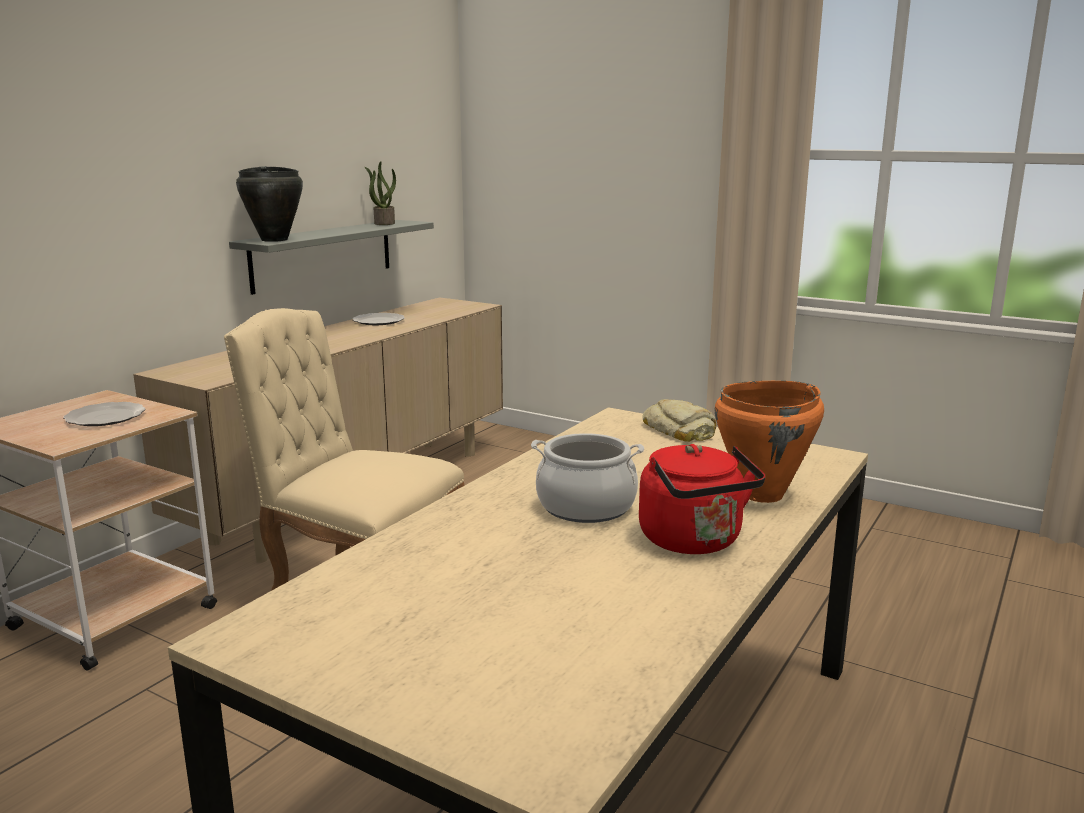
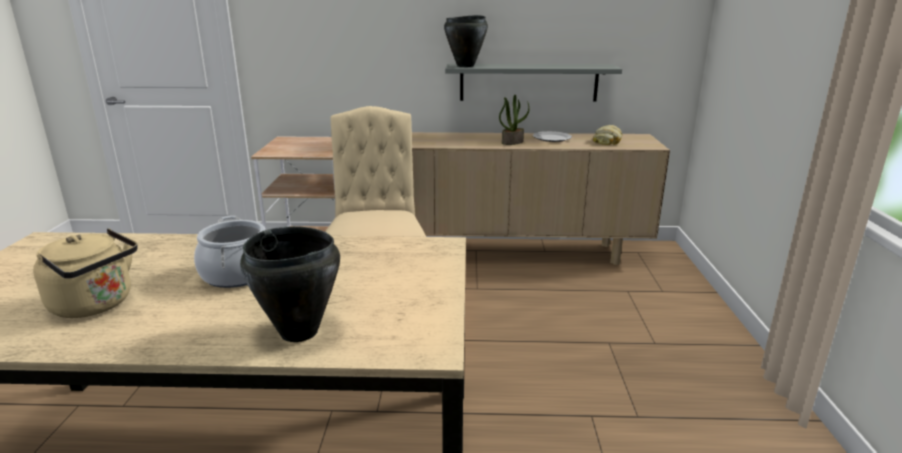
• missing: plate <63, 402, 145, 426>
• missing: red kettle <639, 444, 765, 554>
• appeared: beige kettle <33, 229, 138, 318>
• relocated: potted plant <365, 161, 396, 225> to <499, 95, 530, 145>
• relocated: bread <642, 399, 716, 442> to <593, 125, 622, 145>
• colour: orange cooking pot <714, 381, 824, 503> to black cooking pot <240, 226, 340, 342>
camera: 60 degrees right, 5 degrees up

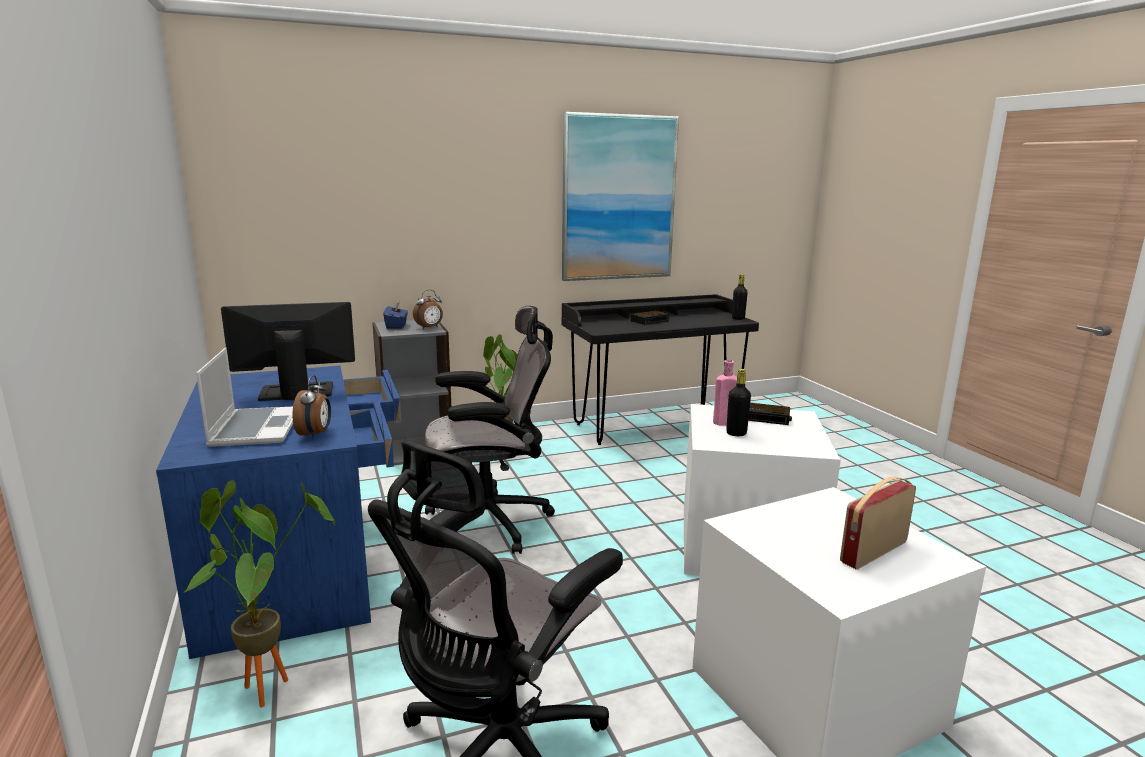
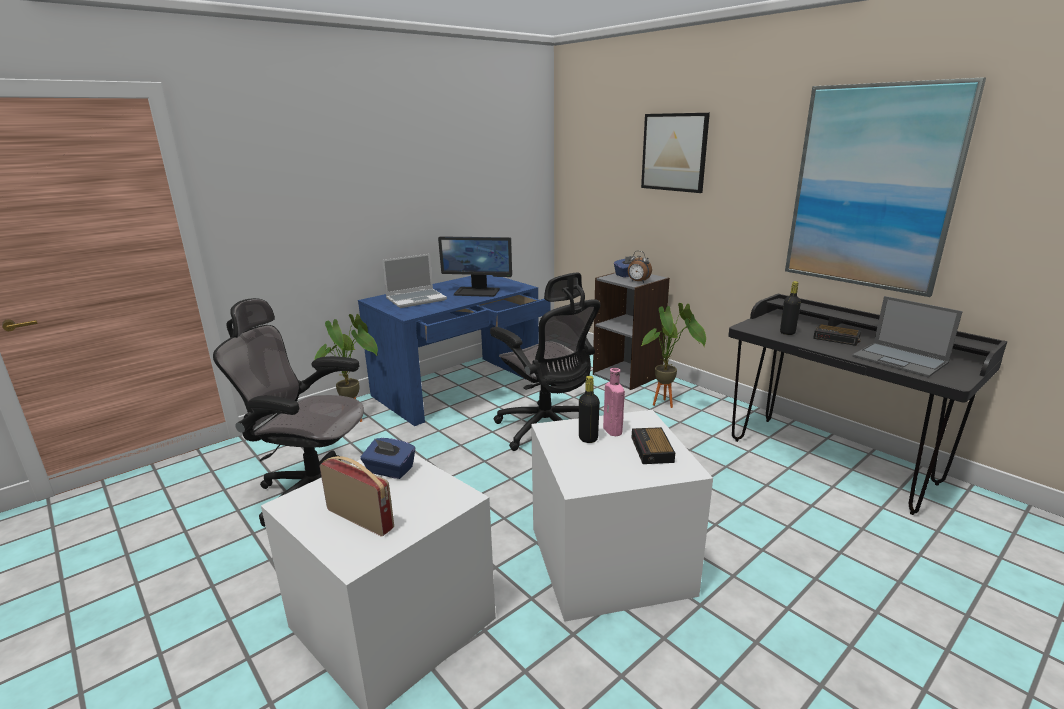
• missing: alarm clock <292, 375, 331, 439>
• appeared: blue tissue box <361, 438, 415, 479>
• appeared: picture <641, 113, 710, 193>
• appeared: laptop <852, 296, 963, 378>
• relocated: black bottle <732, 274, 748, 320> to <780, 281, 801, 335>
• spun: monitor <221, 302, 355, 401> = <438, 236, 512, 297> 135 degrees clockwise
camera: 70 degrees right, 5 degrees up

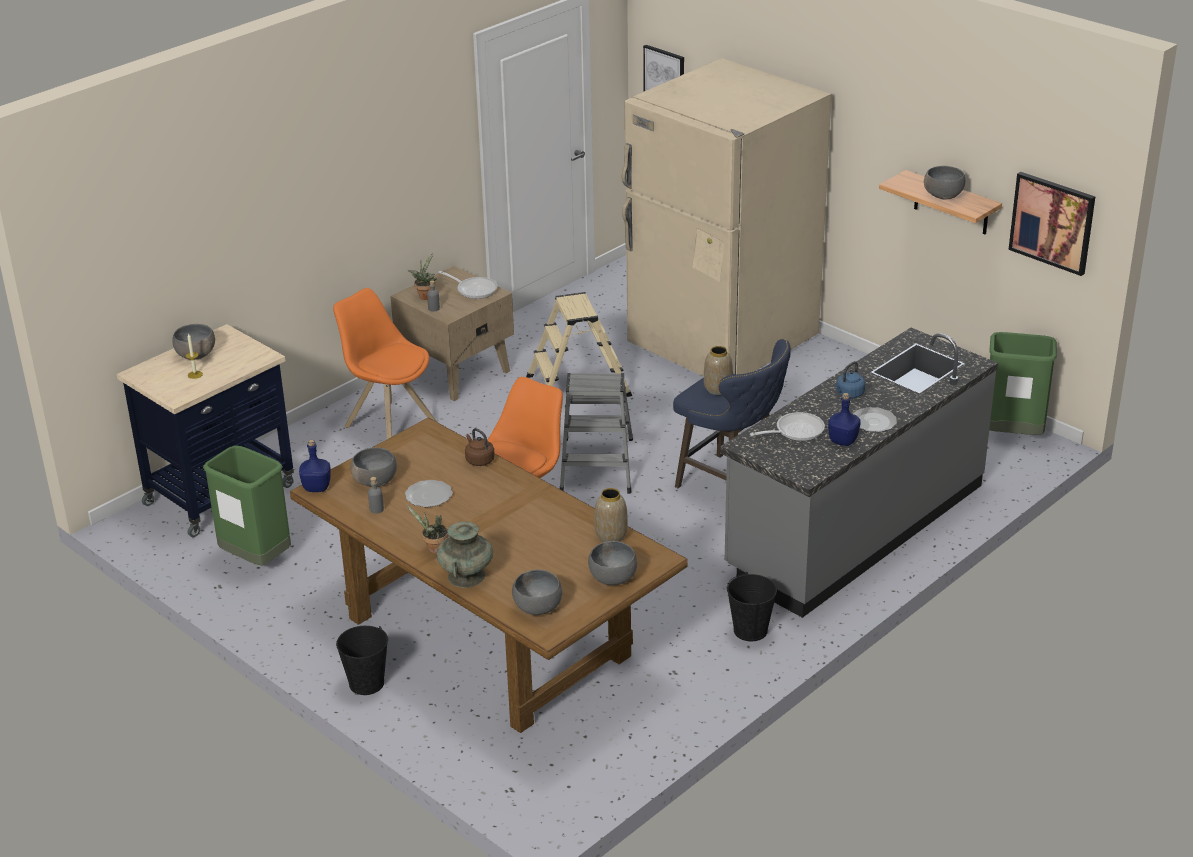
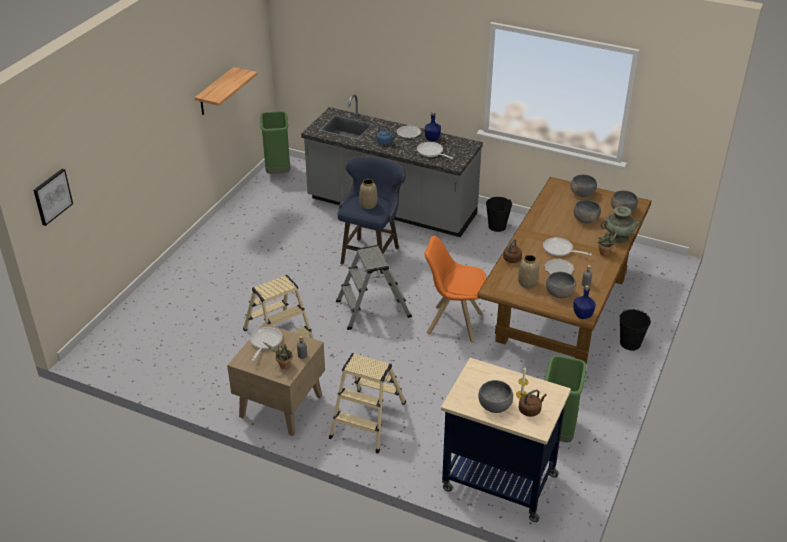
• missing: beige fridge <621, 58, 832, 376>
• missing: picture <1008, 172, 1095, 276>
• appeared: brown kettle <519, 390, 547, 417>
• appeared: frying pan <543, 237, 592, 256>
• relocated: vase <594, 488, 628, 542> to <518, 255, 539, 288>
• relocated: grey bowl <924, 166, 965, 199> to <574, 200, 601, 223>
• exchanged: orange chair <333, 288, 437, 439> to beige step ladder <329, 353, 406, 453>
camera: 110 degrees left, 5 degrees up

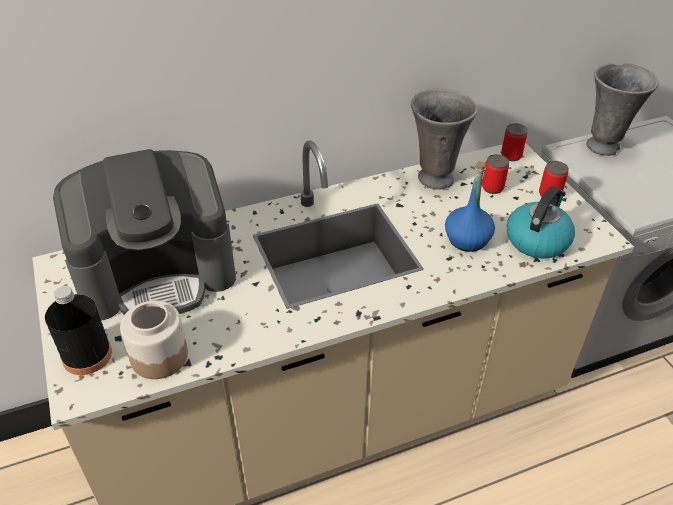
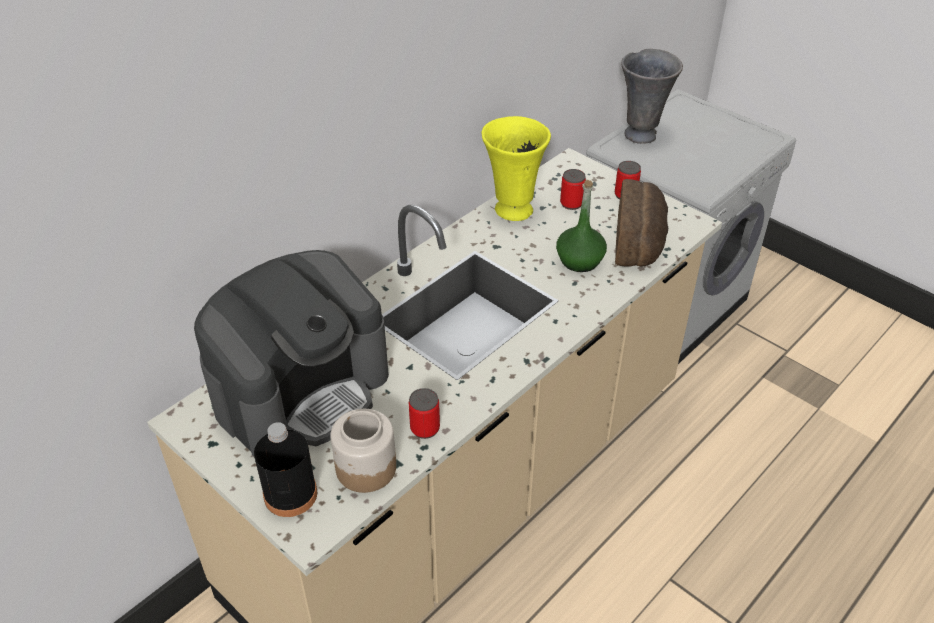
• relocated: can <501, 123, 528, 161> to <409, 388, 440, 439>
• exchanged: kettle <507, 186, 575, 259> to bread <615, 179, 668, 267>
• colour: grey vase <411, 89, 478, 190> to yellow vase <481, 116, 551, 221>
• colour: blue bottle <445, 161, 495, 252> to green bottle <556, 180, 607, 272>
camera: 25 degrees left, 0 degrees up

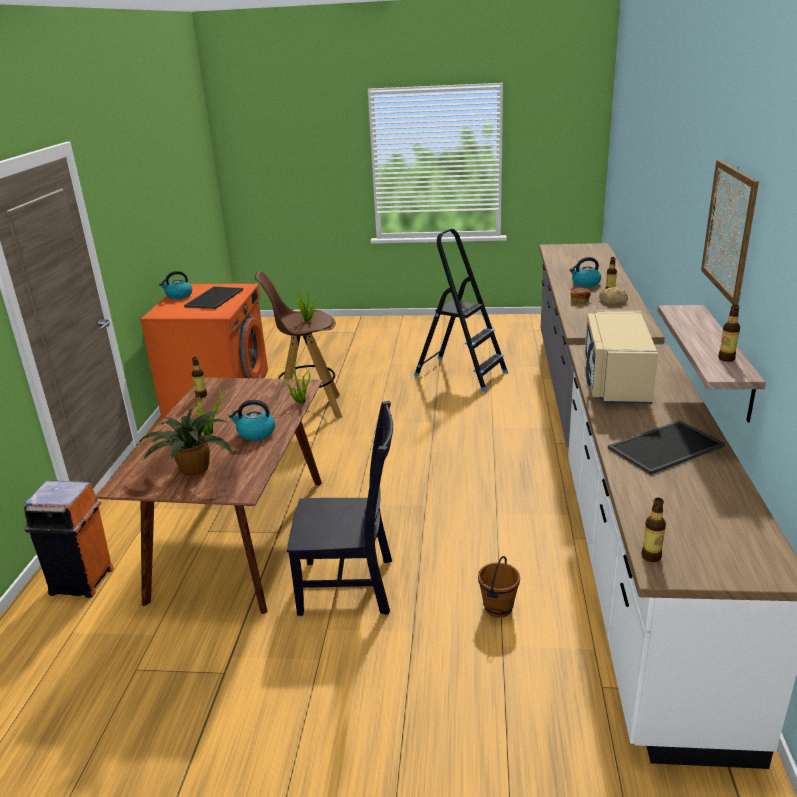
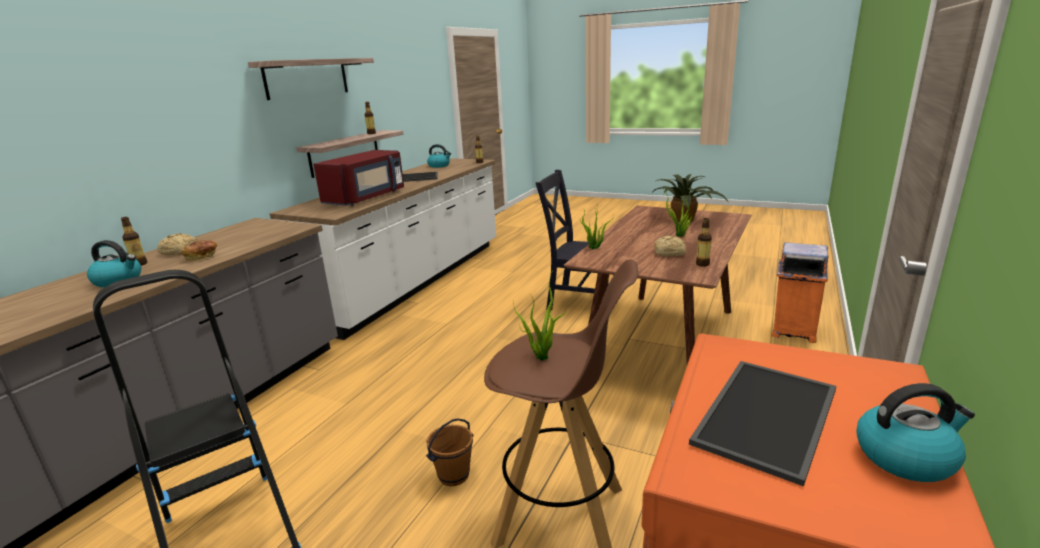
• appeared: bread <654, 235, 686, 257>
• relocated: kettle <229, 400, 275, 441> to <427, 144, 451, 168>
• relocated: brown bucket <478, 556, 520, 618> to <426, 418, 474, 486>
• exchanged: picture <701, 160, 759, 305> to shelf <248, 58, 374, 100>
• colour: beige microwave <585, 311, 658, 404> to red microwave <313, 150, 404, 206>
camera: 160 degrees left, 5 degrees down

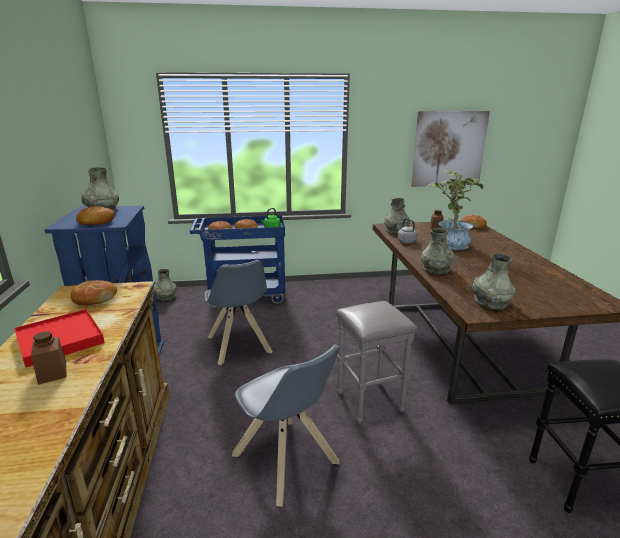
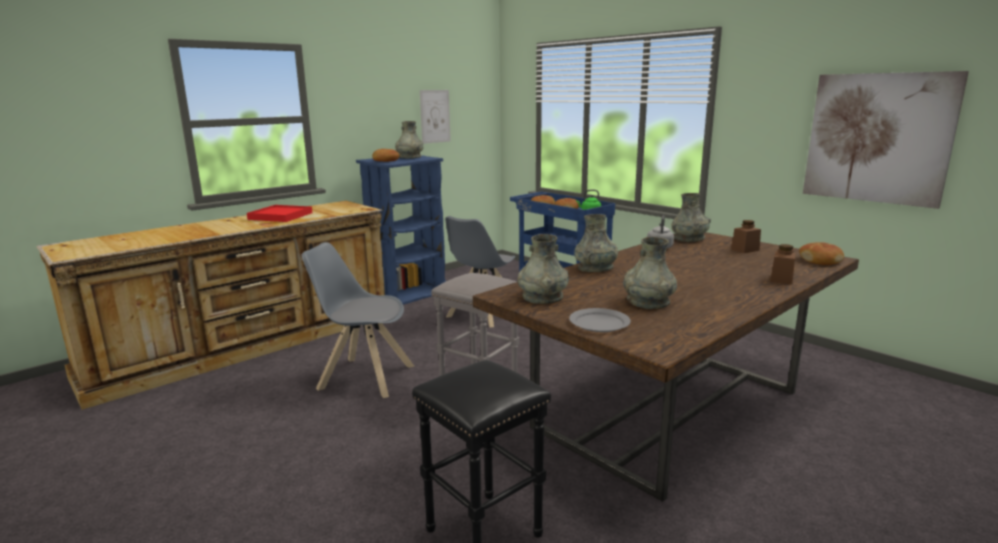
• missing: bread <70, 280, 117, 306>
• missing: potted plant <428, 170, 486, 250>
• appeared: picture <420, 90, 451, 144>
• appeared: grey plate <569, 308, 631, 332>
• relocated: brown jar <31, 331, 66, 385> to <770, 244, 795, 285>
• relocated: grey vase <154, 269, 177, 301> to <623, 237, 677, 309>
• spun: grey chair <232, 344, 340, 507> = <302, 242, 414, 398> 90 degrees clockwise
camera: 55 degrees right, 5 degrees down

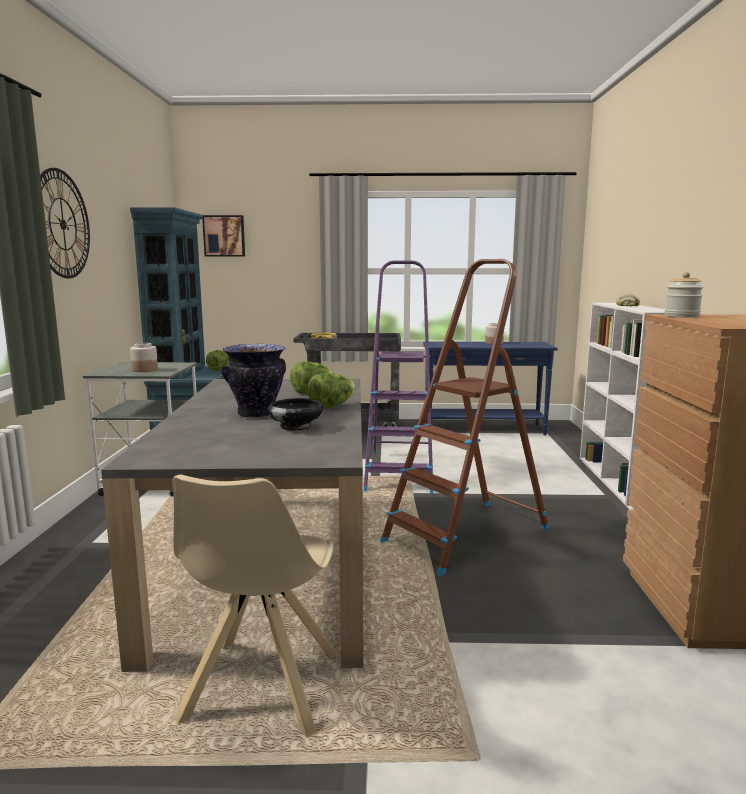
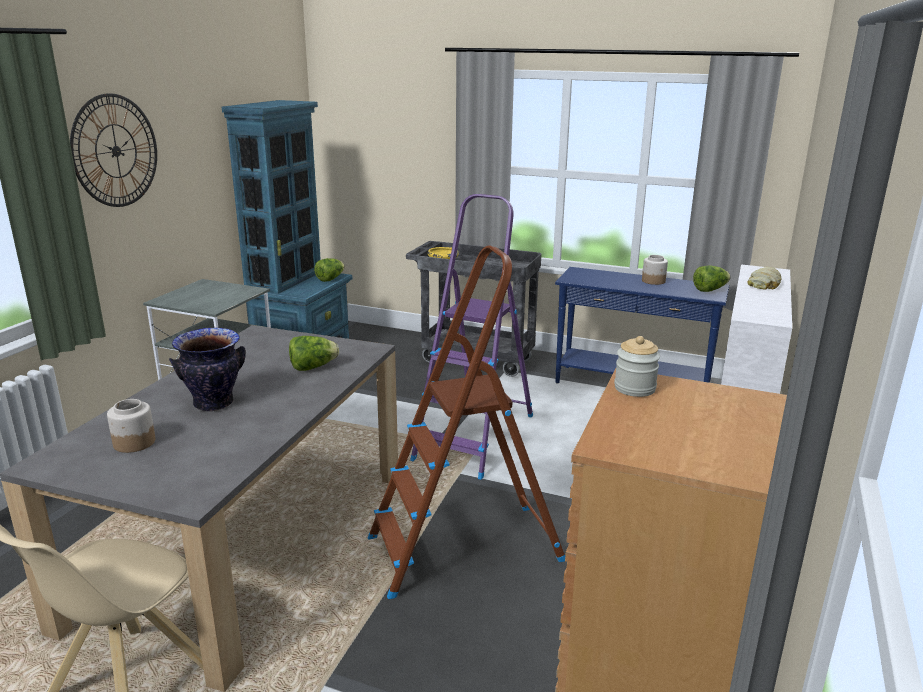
• missing: picture <202, 215, 245, 257>
• missing: black bowl <268, 398, 323, 431>
• relocated: jar <130, 343, 158, 372> to <107, 399, 155, 453>
• relocated: lettuce <307, 373, 356, 409> to <693, 266, 731, 292>
camera: 20 degrees right, 10 degrees up

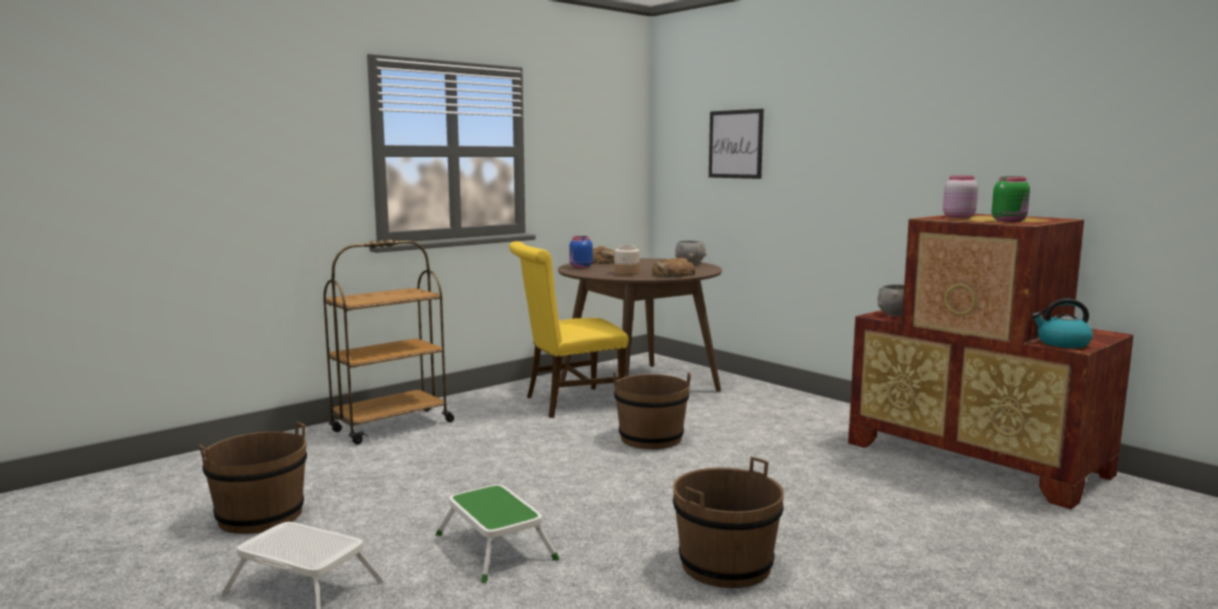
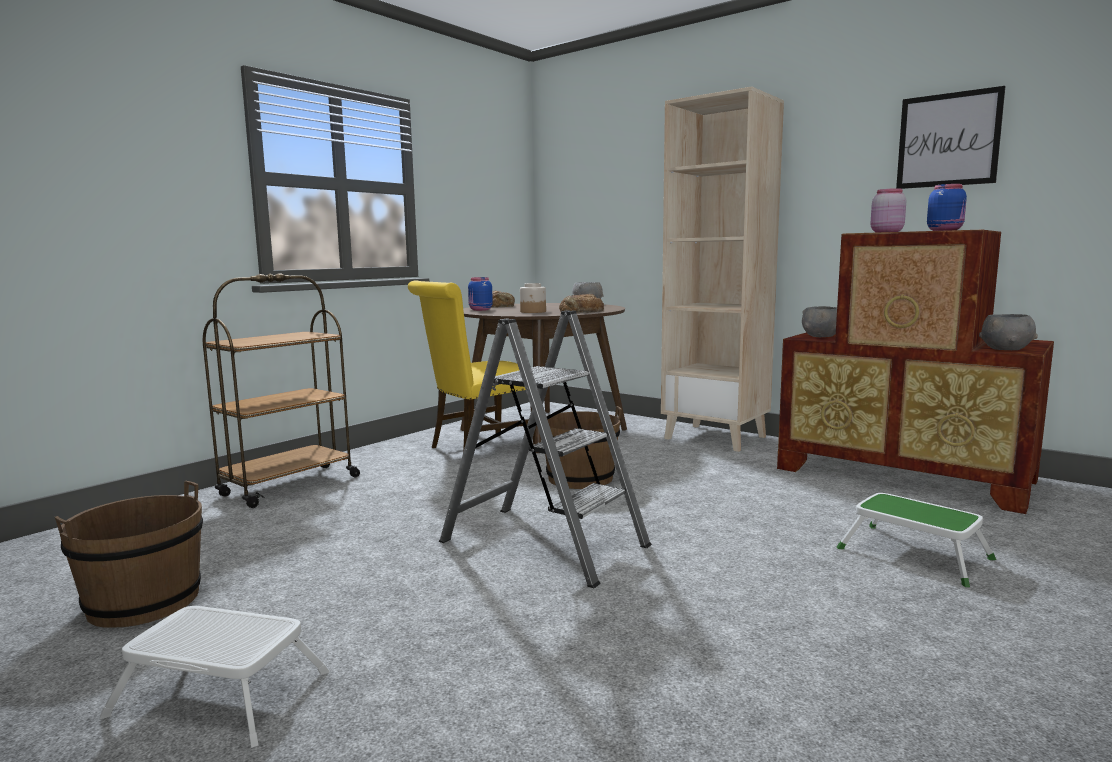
• missing: brown bucket <673, 457, 784, 588>
• appeared: grey step ladder <439, 310, 652, 588>
• appeared: beige bookcase <661, 86, 784, 452>
• relocated: green step ladder <435, 484, 560, 583> to <837, 493, 996, 587>
• relocated: picture <709, 109, 764, 179> to <896, 86, 1005, 189>
• exchanged: kettle <1032, 298, 1093, 348> to grey bowl <979, 314, 1038, 350>
• colour: green jar <992, 176, 1030, 222> to blue jar <927, 184, 967, 231>
camera: 10 degrees left, 0 degrees up

